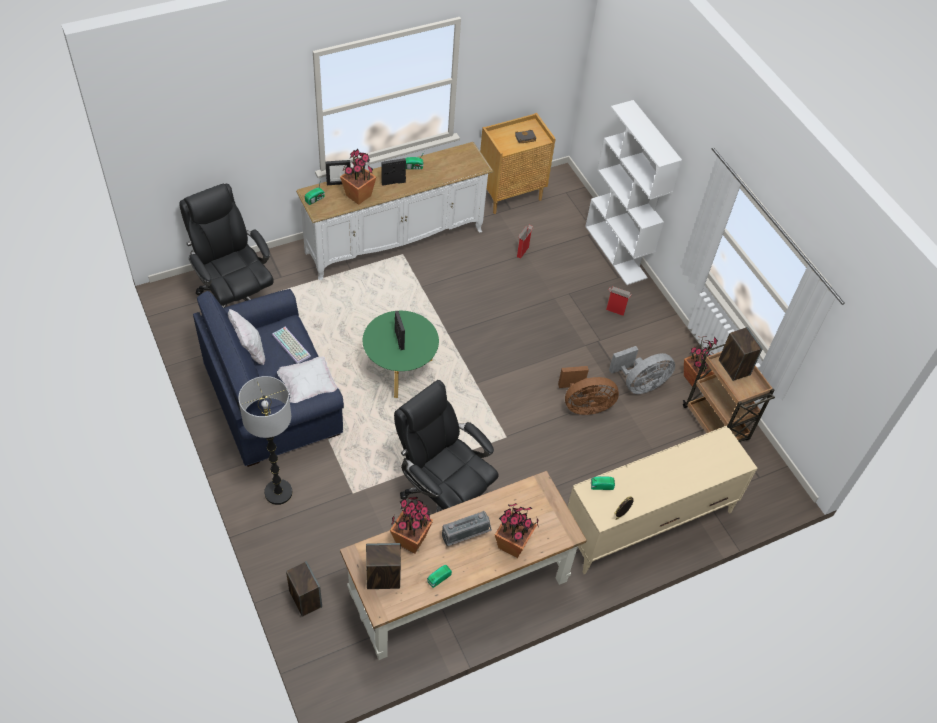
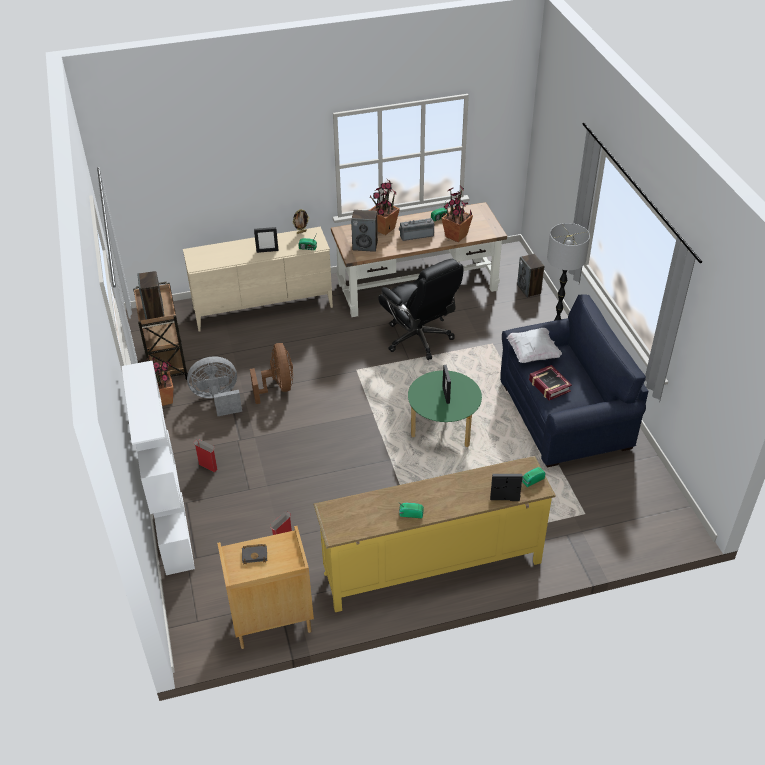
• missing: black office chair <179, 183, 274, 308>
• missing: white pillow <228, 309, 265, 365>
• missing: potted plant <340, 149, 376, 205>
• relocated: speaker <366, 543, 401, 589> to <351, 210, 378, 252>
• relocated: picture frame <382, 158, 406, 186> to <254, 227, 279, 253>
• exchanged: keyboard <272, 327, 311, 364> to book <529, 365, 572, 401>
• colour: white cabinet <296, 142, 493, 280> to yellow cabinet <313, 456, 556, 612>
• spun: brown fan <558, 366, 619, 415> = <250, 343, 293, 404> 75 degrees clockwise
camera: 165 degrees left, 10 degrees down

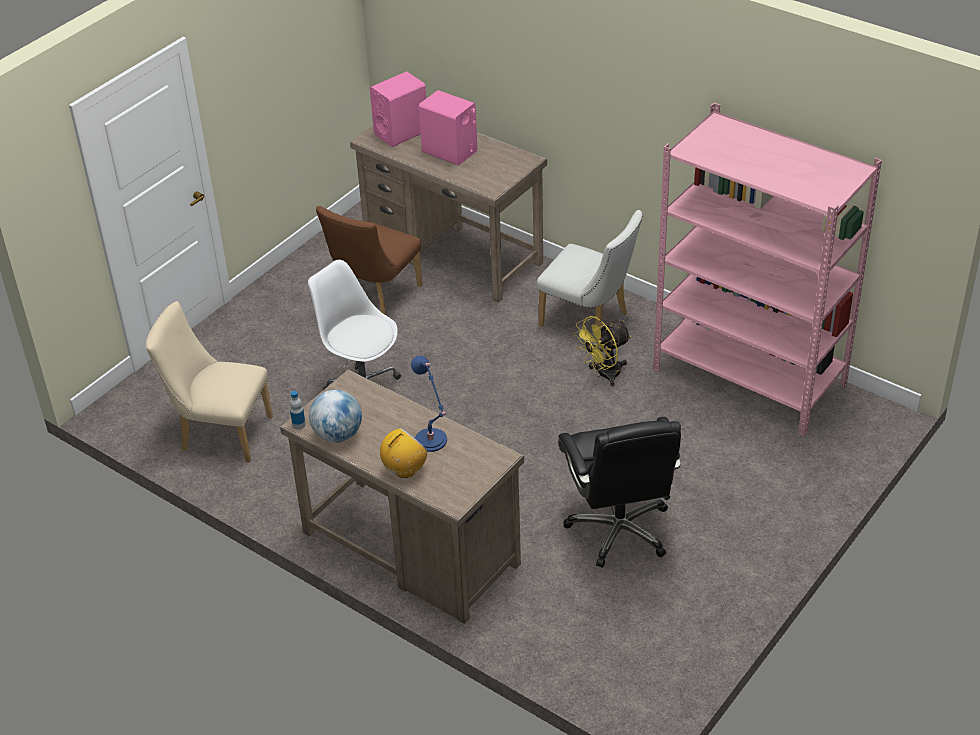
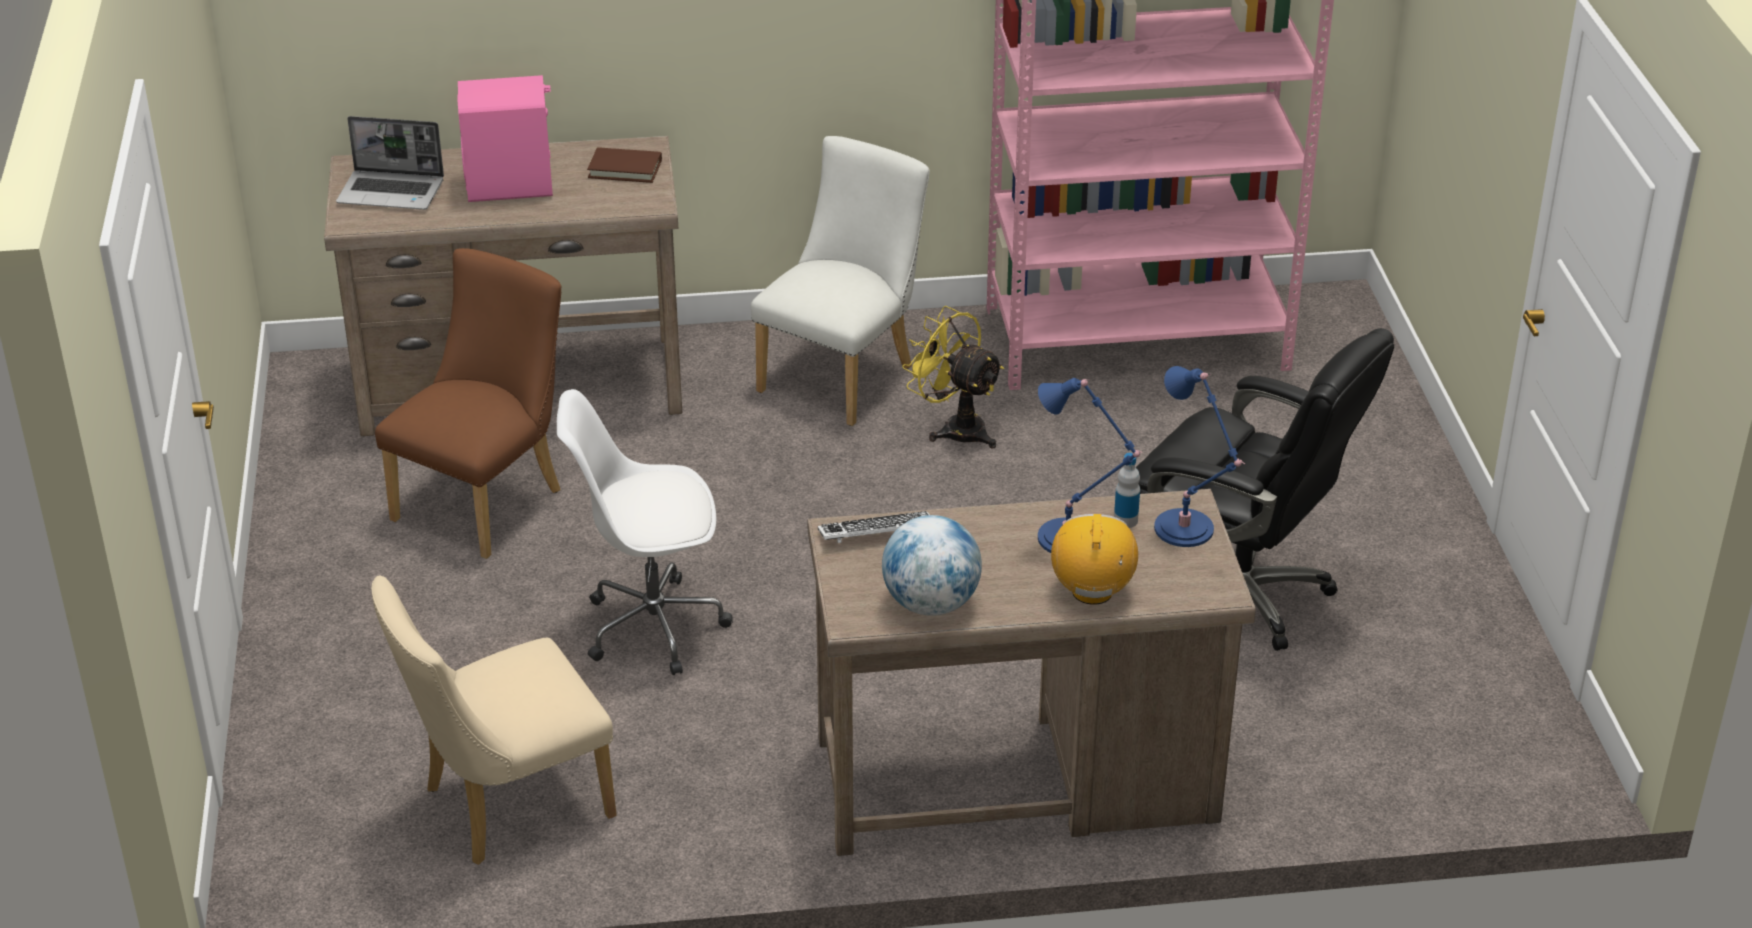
• appeared: brown book <587, 147, 662, 183>
• appeared: keyboard <818, 511, 930, 543>
• appeared: blue table lamp <1154, 366, 1245, 547>
• relocated: bottle <290, 391, 306, 430> to <1114, 453, 1140, 528>
• exchanged: pink speaker <370, 71, 426, 147> to laptop <336, 116, 444, 210>
• spun: brown chair <316, 206, 423, 315> = <375, 248, 561, 559> 135 degrees counterclockwise
• spun: white chair <537, 210, 643, 345> = <751, 136, 930, 426> 45 degrees counterclockwise
• spun: yellow fan <573, 316, 631, 386> = <902, 306, 1004, 449> 120 degrees clockwise
camera: 45 degrees left, 5 degrees down

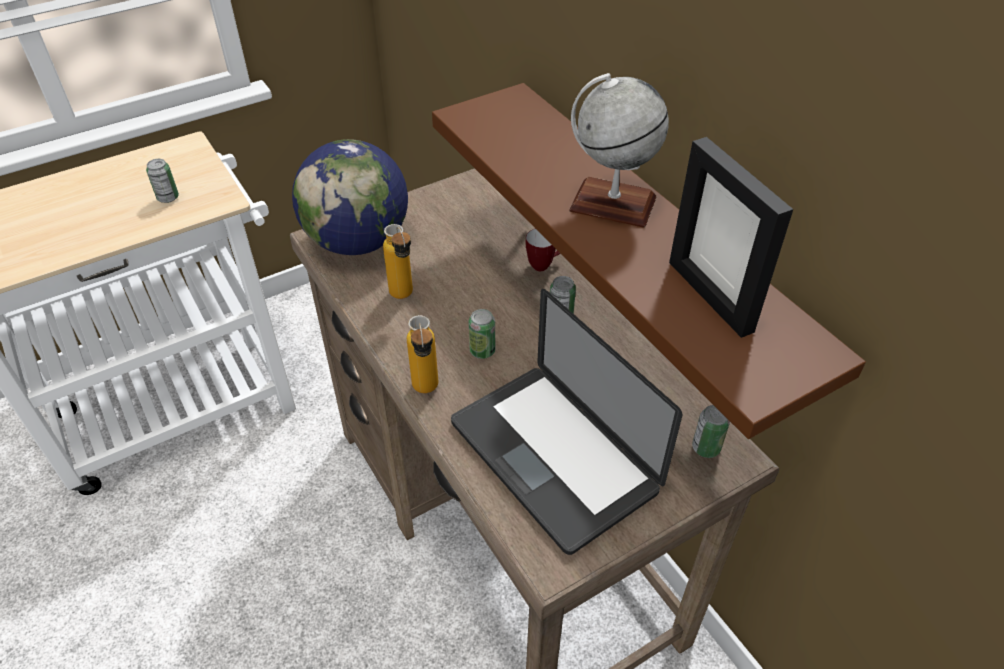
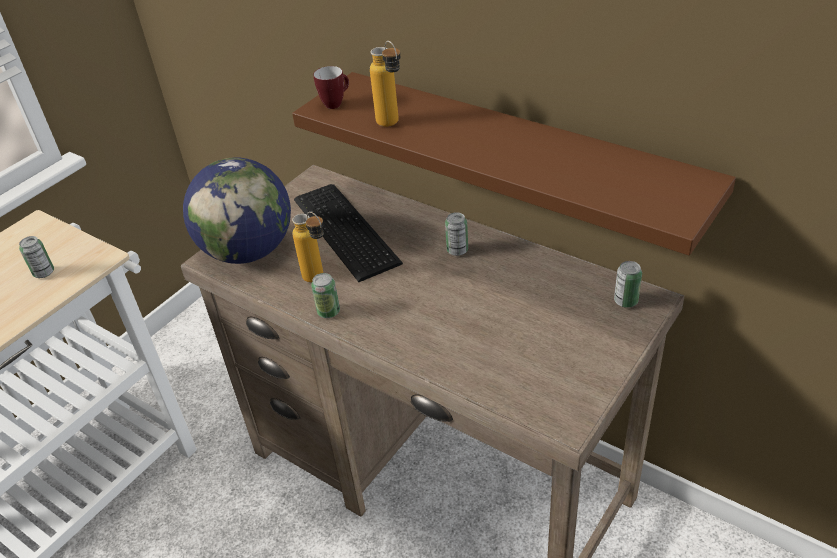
• missing: laptop <451, 289, 682, 555>
• missing: globe <569, 73, 669, 228>
• missing: picture frame <669, 137, 793, 338>
• appeared: keyboard <294, 184, 403, 282>
• relocated: bottle <407, 315, 438, 393> to <370, 41, 401, 127>
• relocated: can <469, 309, 495, 359> to <311, 273, 340, 318>
• relocated: mug <526, 229, 560, 271> to <313, 66, 349, 109>
camera: 20 degrees left, 5 degrees down

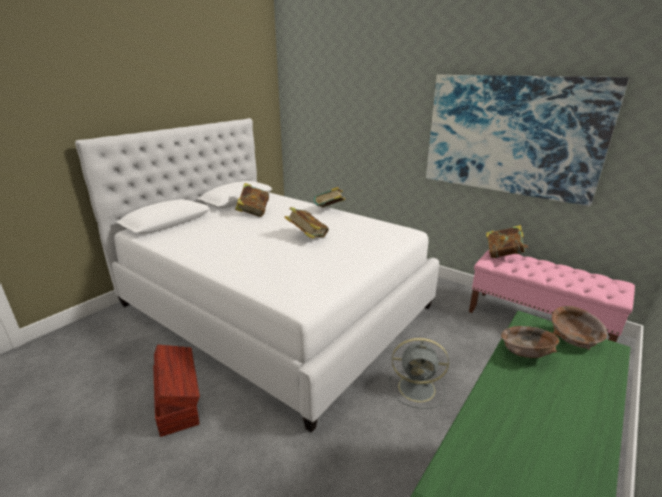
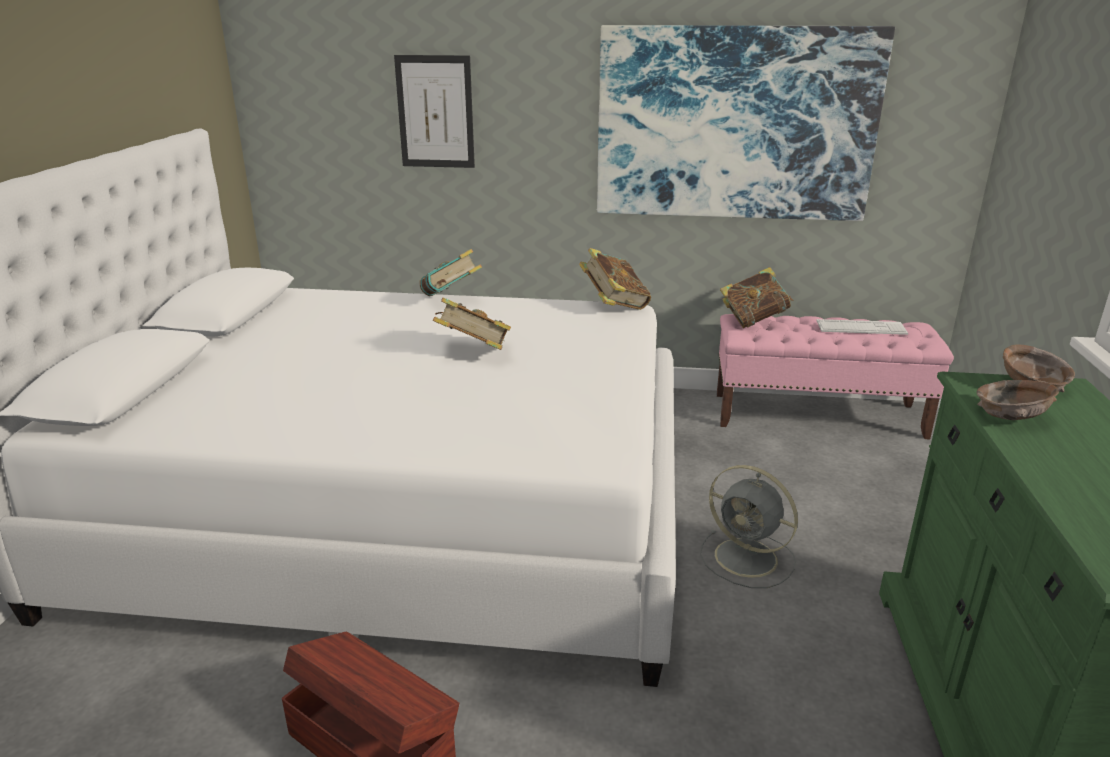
• appeared: picture <394, 55, 475, 168>
• appeared: keyboard <816, 319, 908, 335>
• relocated: book <235, 183, 269, 217> to <579, 248, 651, 310>
• spun: grey fan <389, 338, 449, 409> = <700, 465, 798, 588> 60 degrees clockwise
camera: 30 degrees left, 0 degrees up

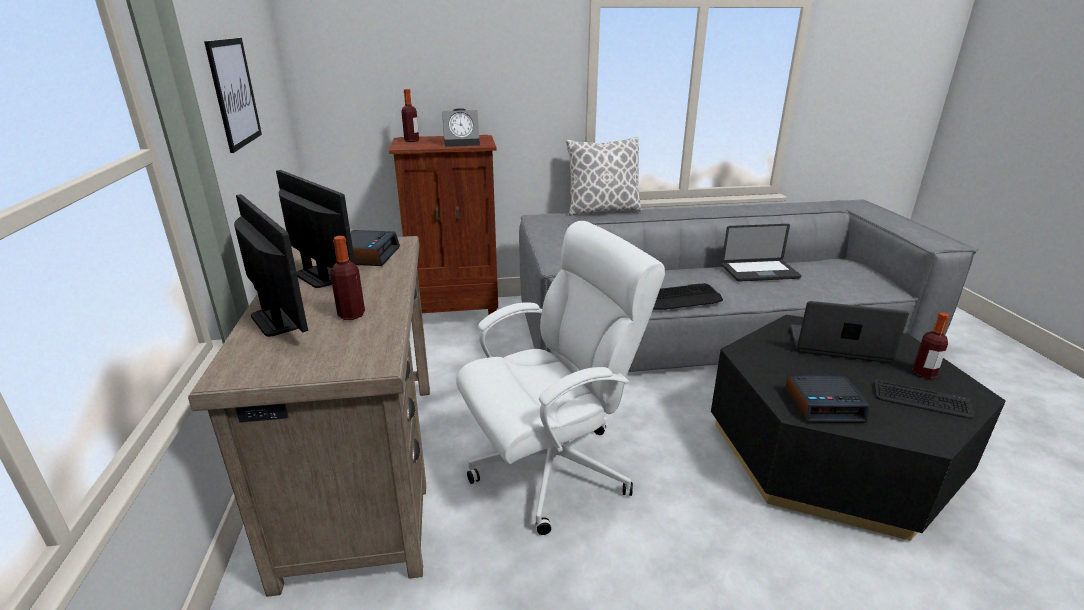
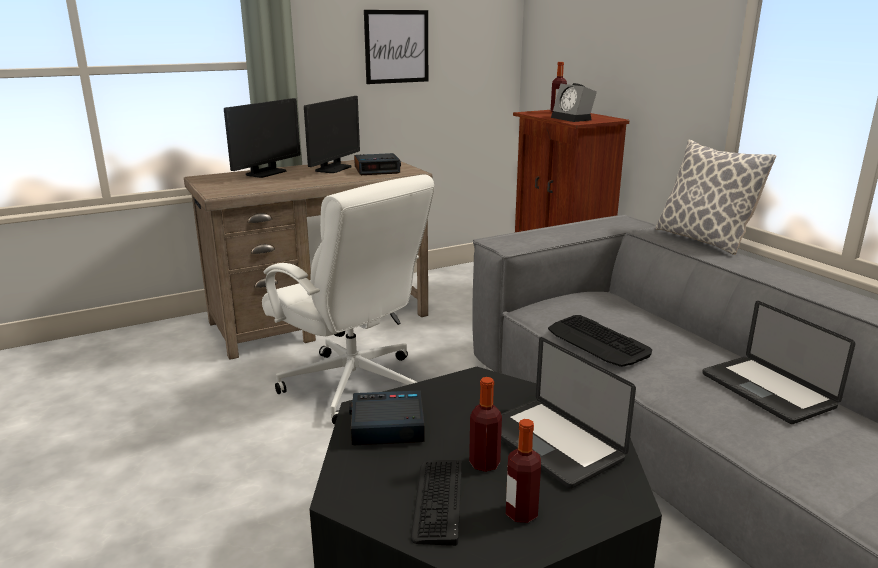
• relocated: bottle <330, 236, 365, 320> to <469, 377, 502, 472>
• spun: alarm clock <785, 376, 869, 423> = <349, 390, 425, 445> 105 degrees clockwise
• spun: laptop <790, 301, 909, 363> = <501, 337, 636, 489> 150 degrees clockwise
camera: 70 degrees right, 5 degrees down

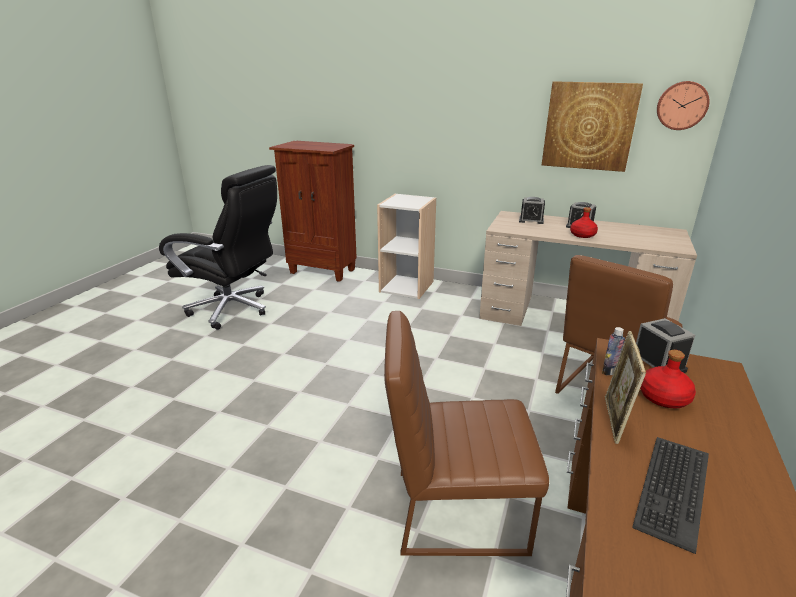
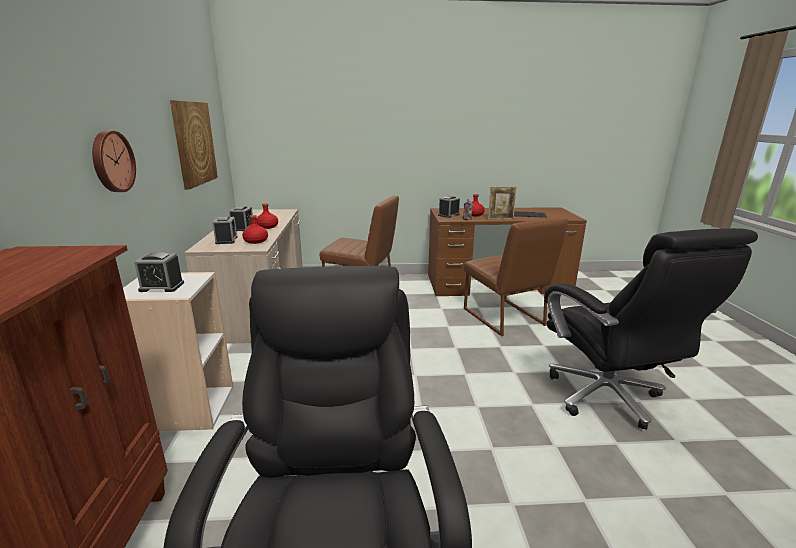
• appeared: alarm clock <134, 252, 184, 292>
• appeared: red bottle <242, 215, 268, 244>
• appeared: black office chair <544, 228, 758, 430>
• relocated: wall clock <657, 81, 710, 130> to <92, 131, 136, 192>
camera: 115 degrees left, 5 degrees down

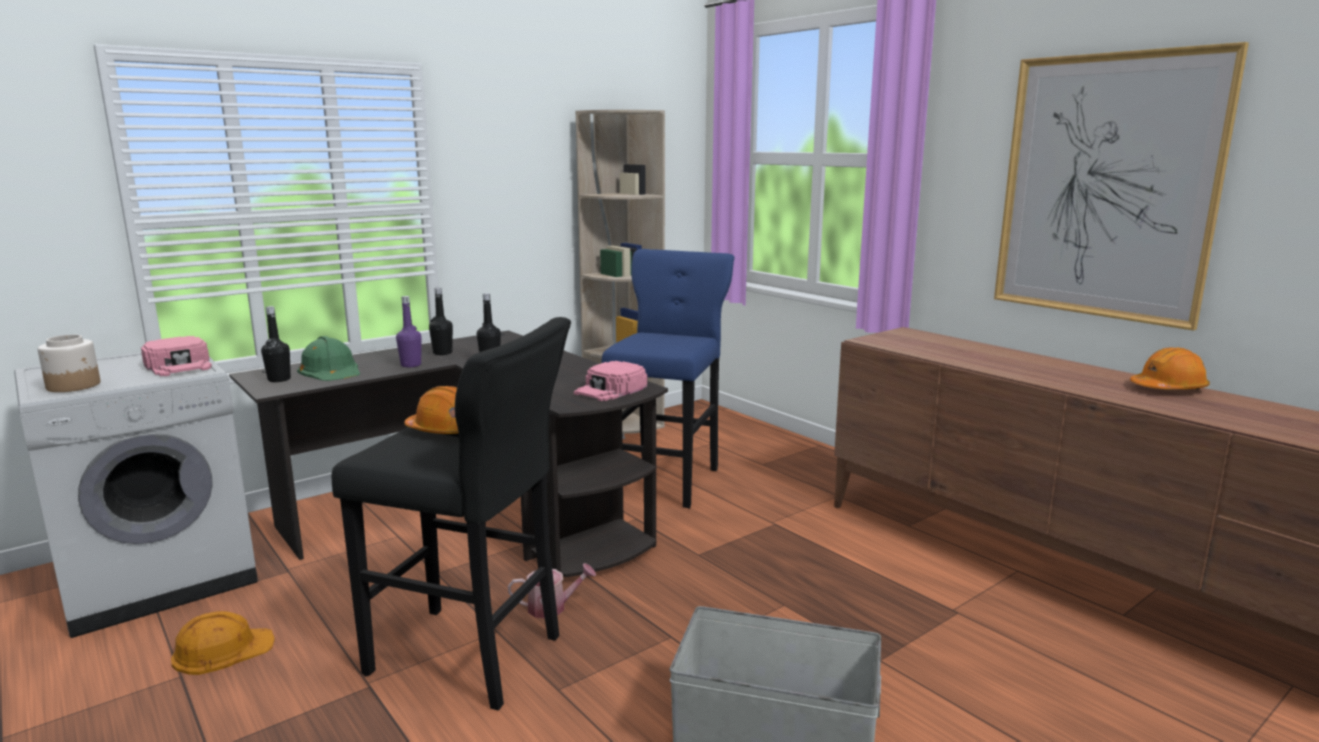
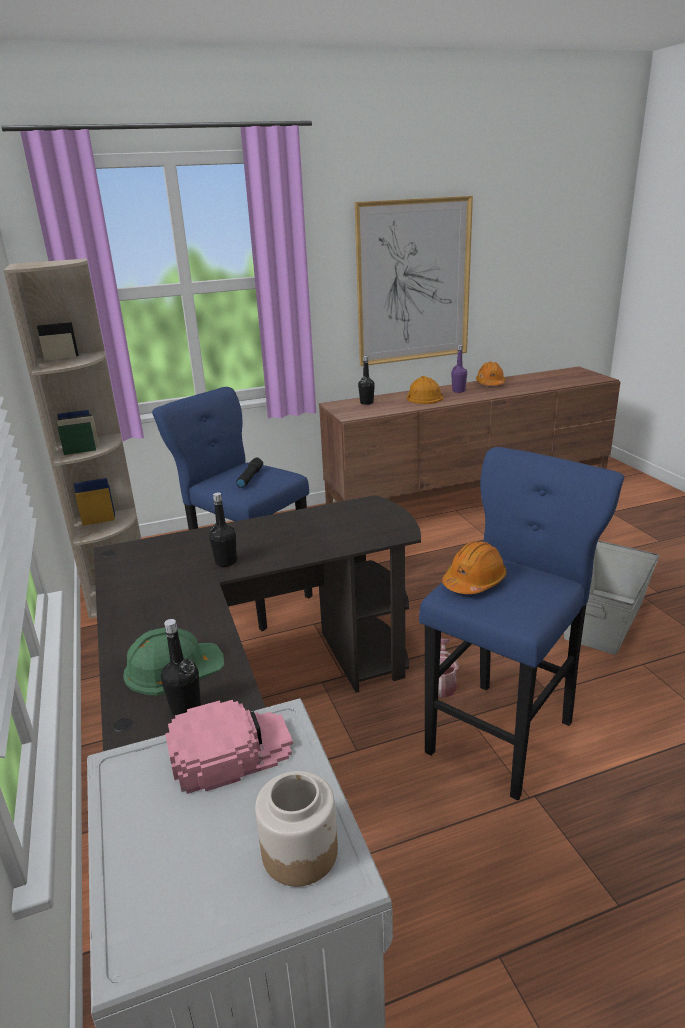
• missing: pink cap <574, 361, 647, 401>
• appeared: black flashlight <236, 458, 263, 488>
• relocated: orange hard hat <171, 611, 275, 675> to <407, 376, 444, 404>
• relocated: purple bottle <396, 296, 421, 367> to <451, 345, 467, 393>
• relocated: black bottle <429, 288, 453, 355> to <358, 356, 375, 405>
• colour: black stool <331, 317, 571, 711> to blue stool <419, 447, 624, 801>
camera: 70 degrees left, 10 degrees up

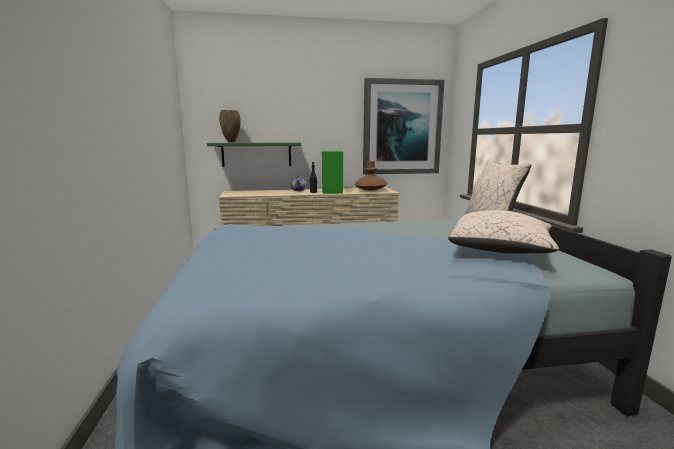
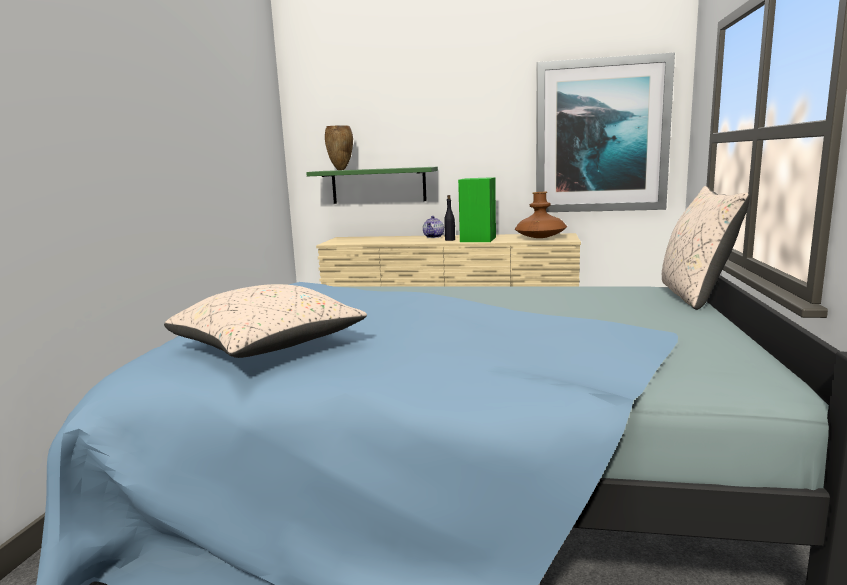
• relocated: beige pillow <448, 210, 559, 254> to <164, 284, 367, 358>
camera: 20 degrees right, 0 degrees up

